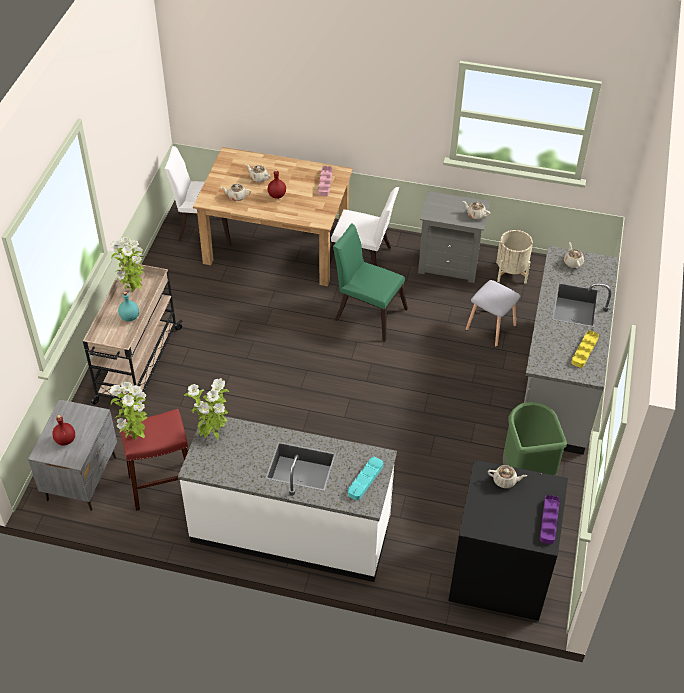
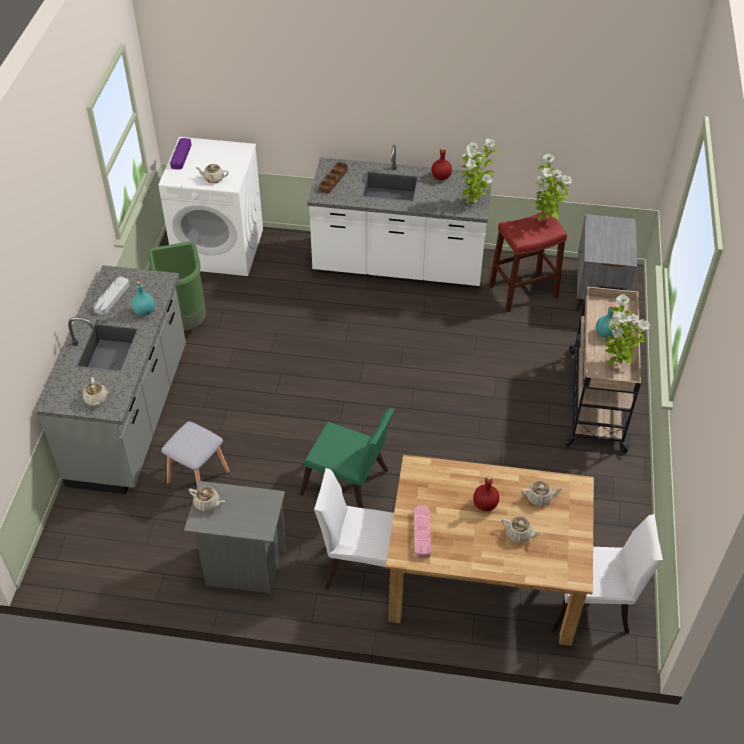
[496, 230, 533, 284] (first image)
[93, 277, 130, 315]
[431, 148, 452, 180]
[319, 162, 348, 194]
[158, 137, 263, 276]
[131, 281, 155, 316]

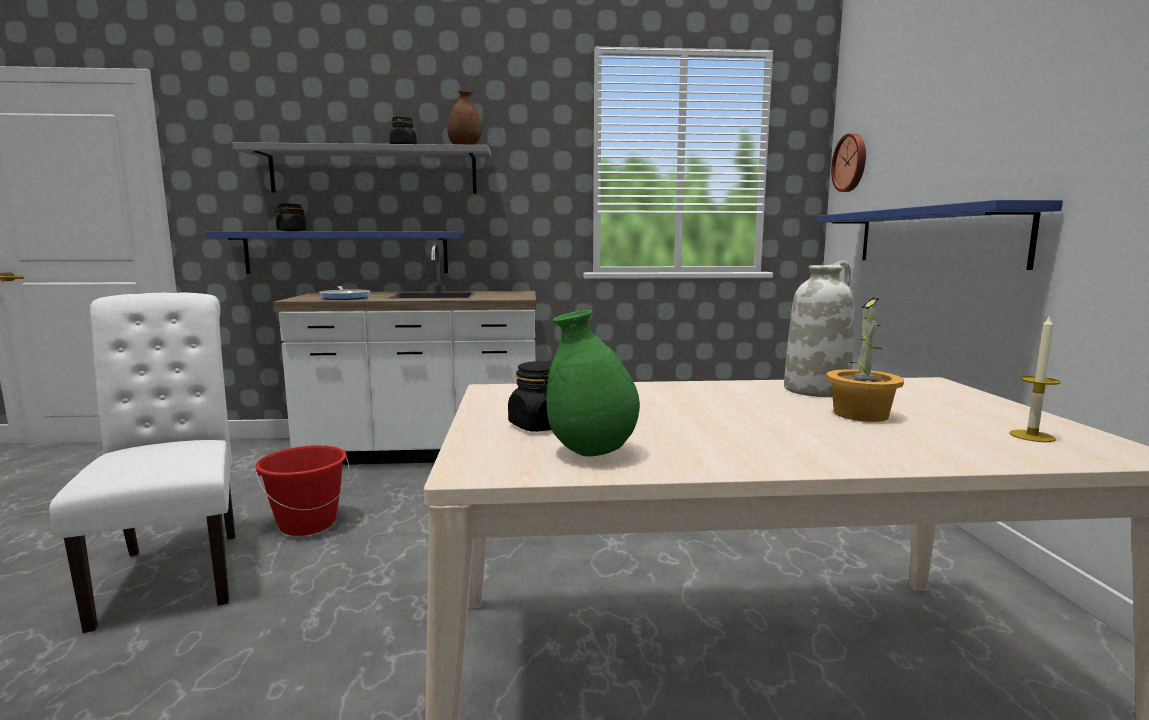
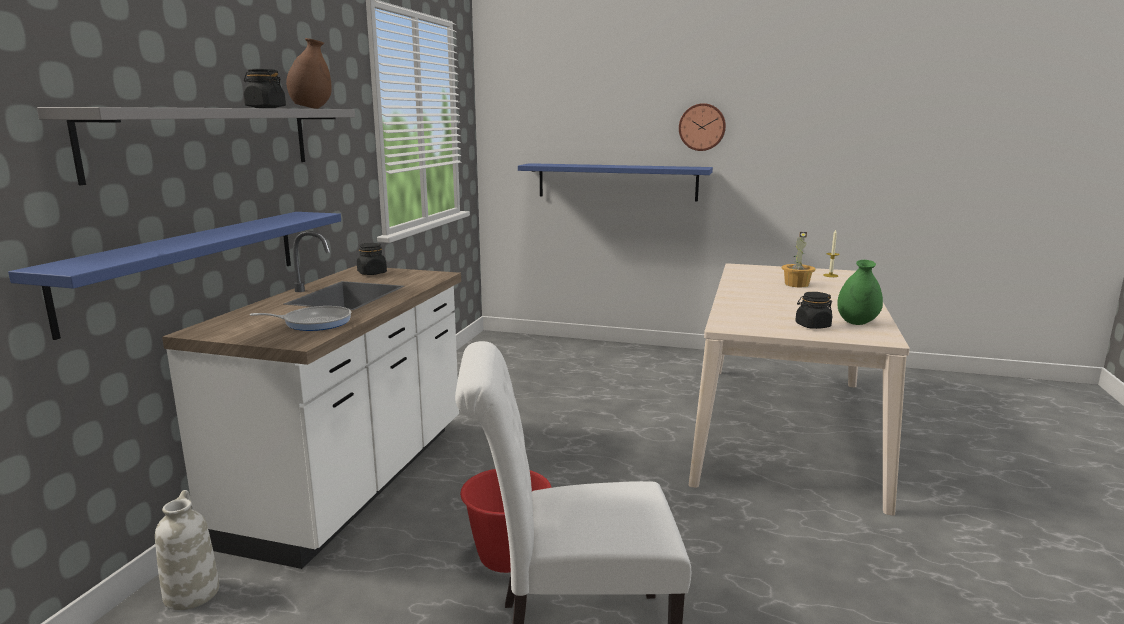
[679, 103, 726, 151]
[357, 243, 387, 275]
[155, 490, 219, 610]

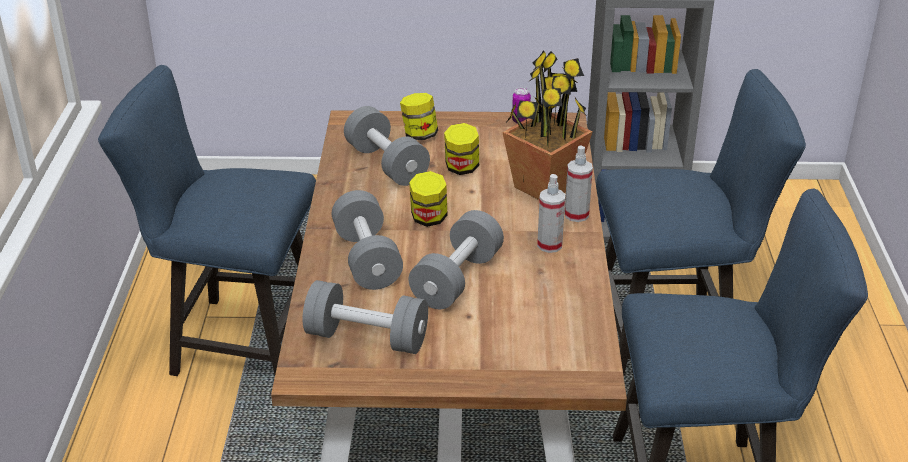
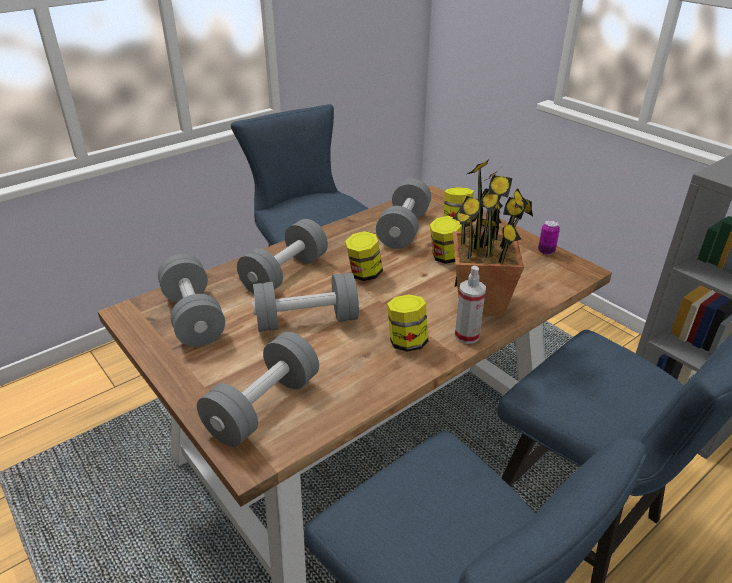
[387, 294, 429, 352]
[197, 332, 319, 447]

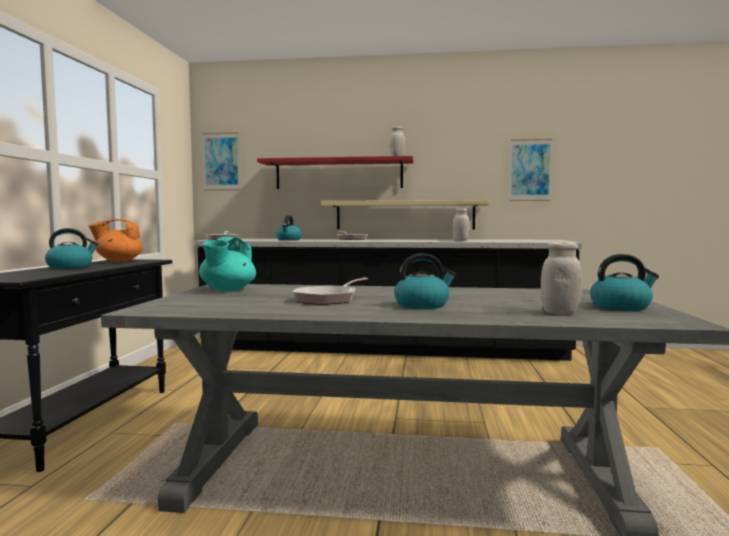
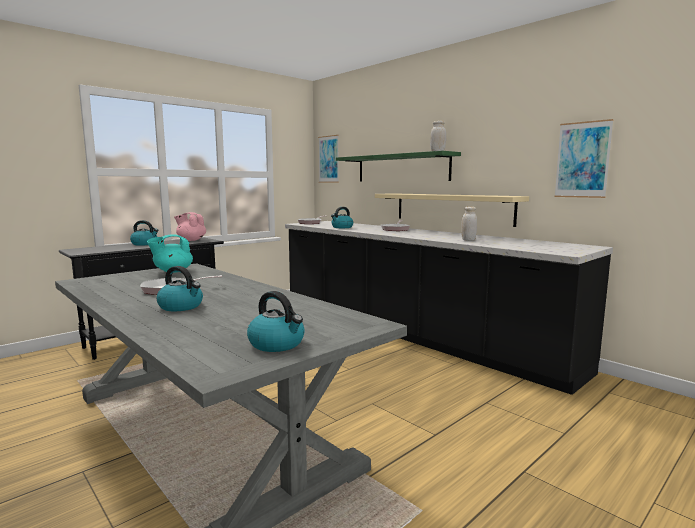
[336, 151, 461, 181]
[174, 212, 206, 241]
[541, 242, 582, 315] (first image)

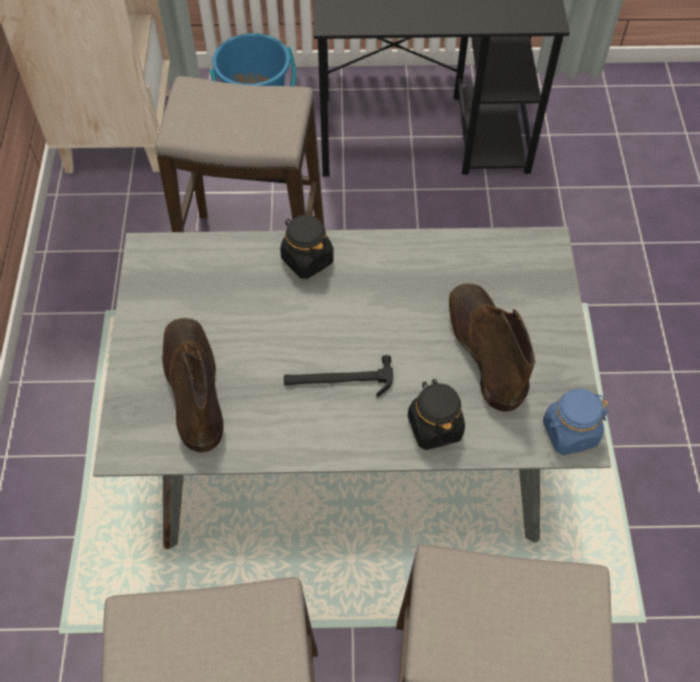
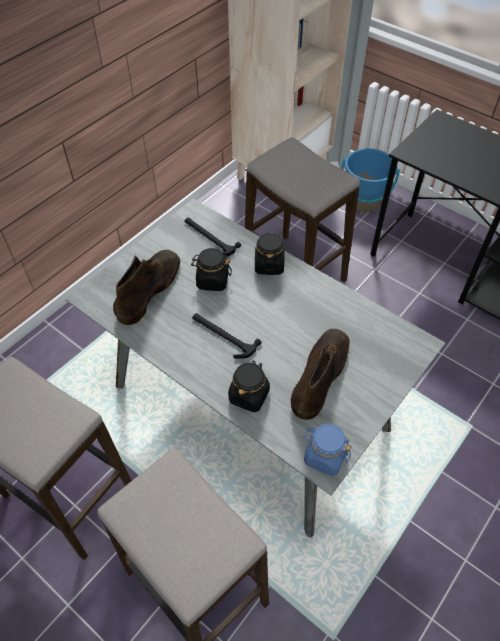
[184, 217, 241, 257]
[191, 248, 232, 291]

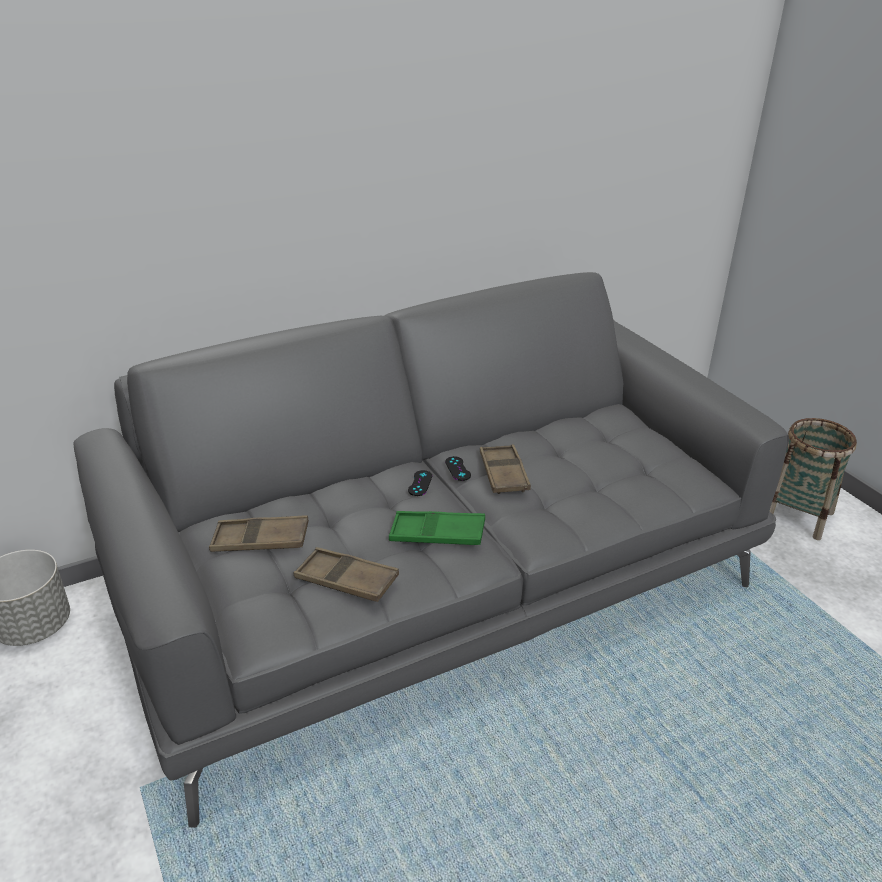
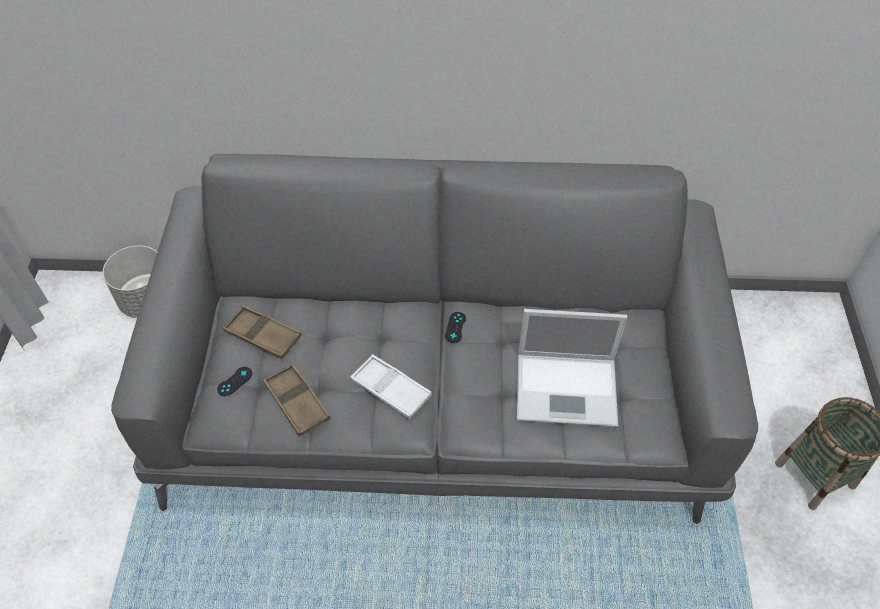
[480, 444, 531, 494] (first image)
[217, 367, 252, 396]
[350, 354, 432, 419]
[517, 309, 627, 427]

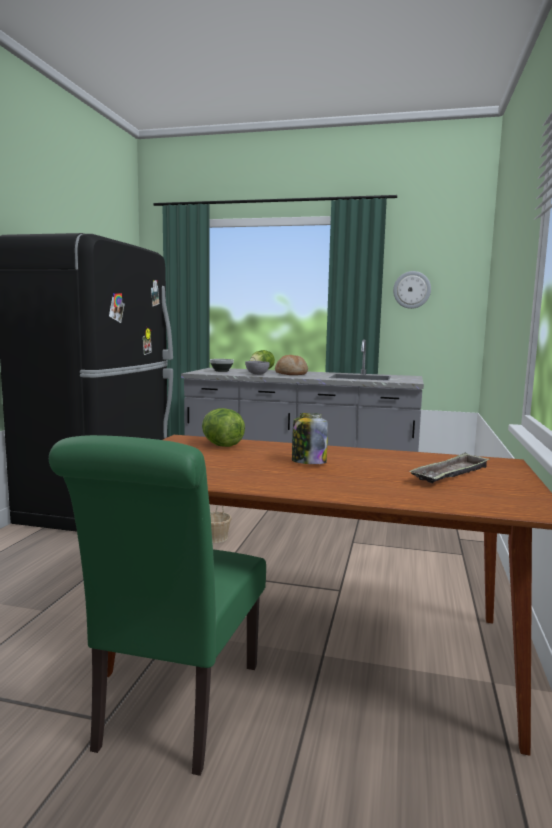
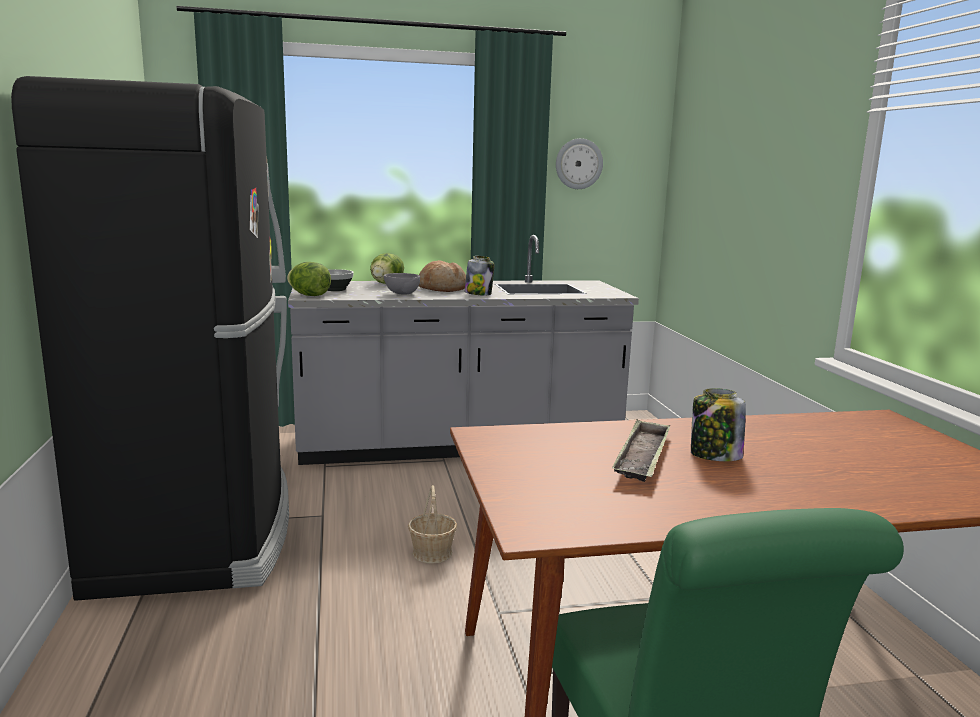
[287, 262, 331, 296]
[612, 419, 670, 482]
[465, 256, 495, 295]

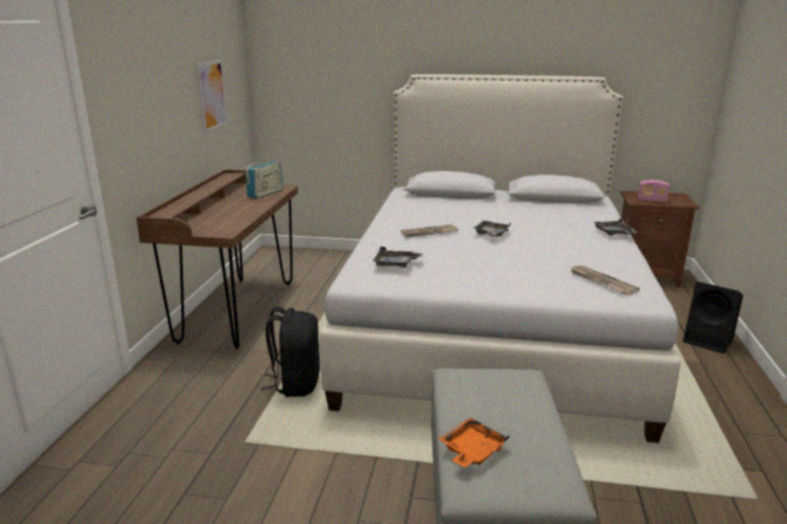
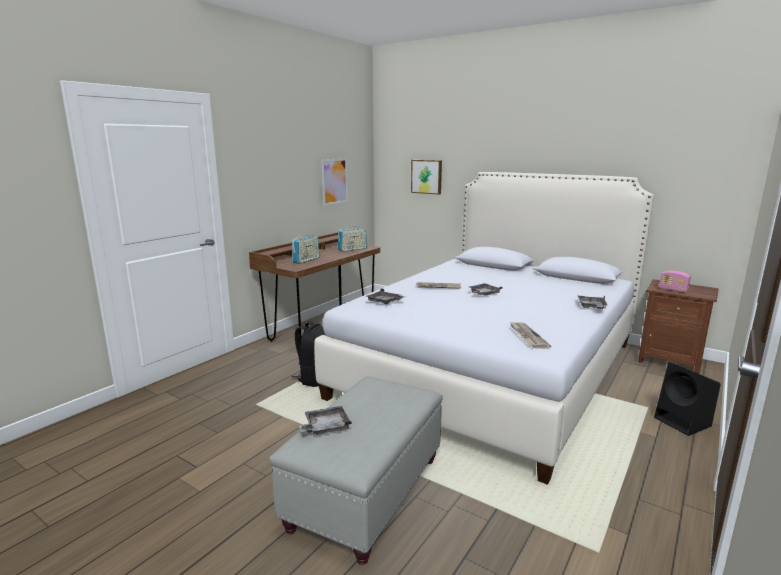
[298, 406, 352, 435]
[411, 160, 442, 195]
[292, 234, 320, 264]

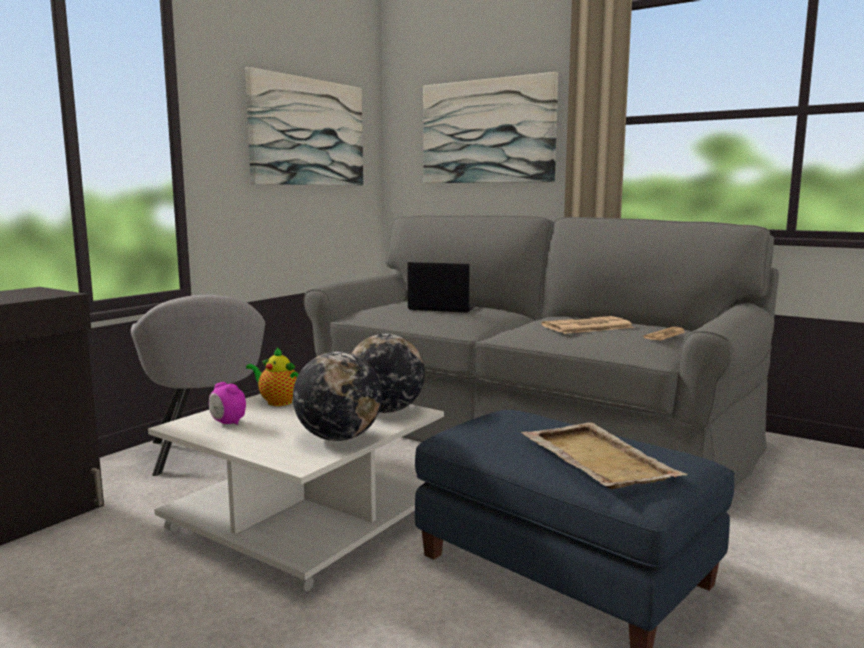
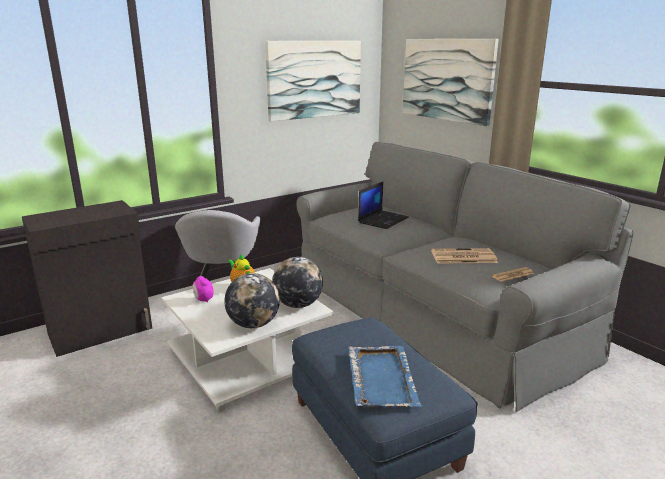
[358, 182, 409, 229]
[348, 346, 422, 407]

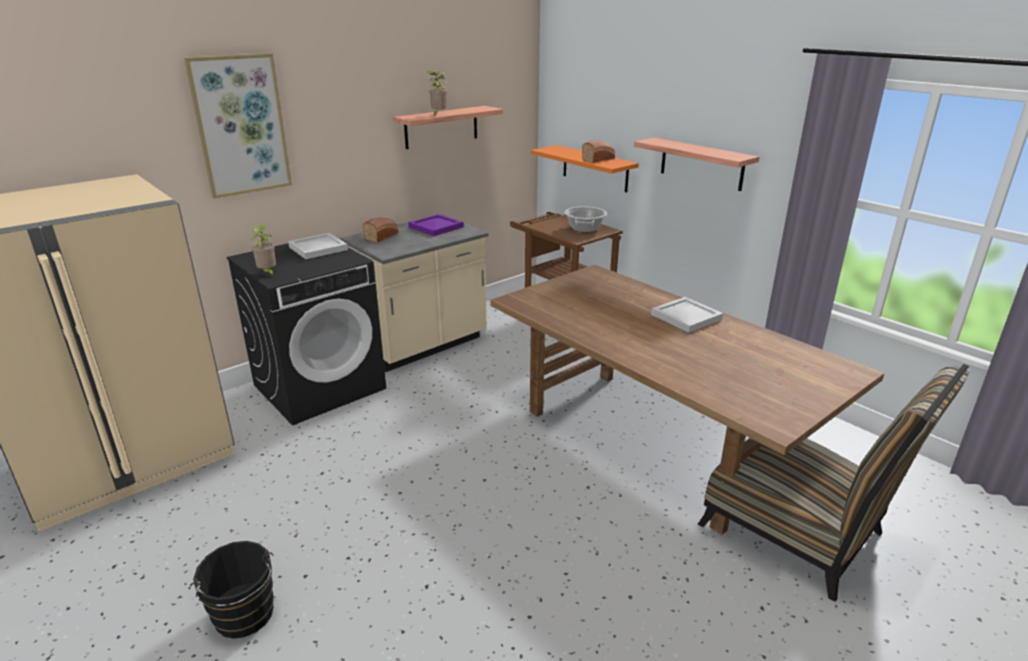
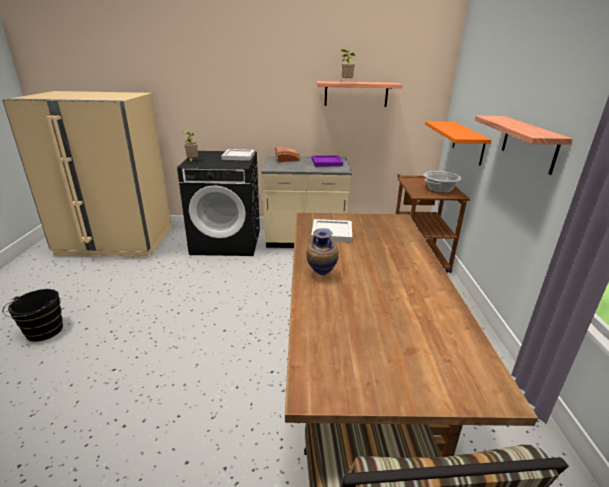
[184, 53, 292, 198] (first image)
[582, 141, 615, 163] (first image)
[311, 219, 352, 243]
[306, 228, 339, 275]

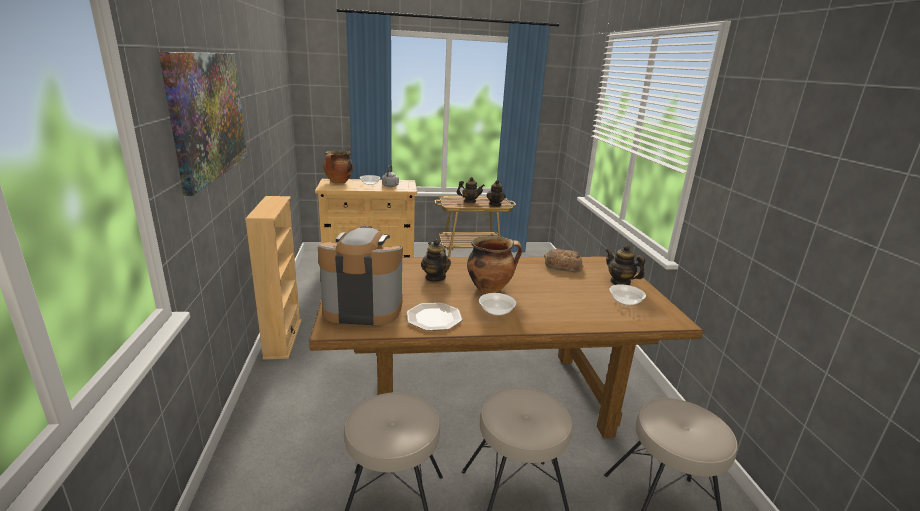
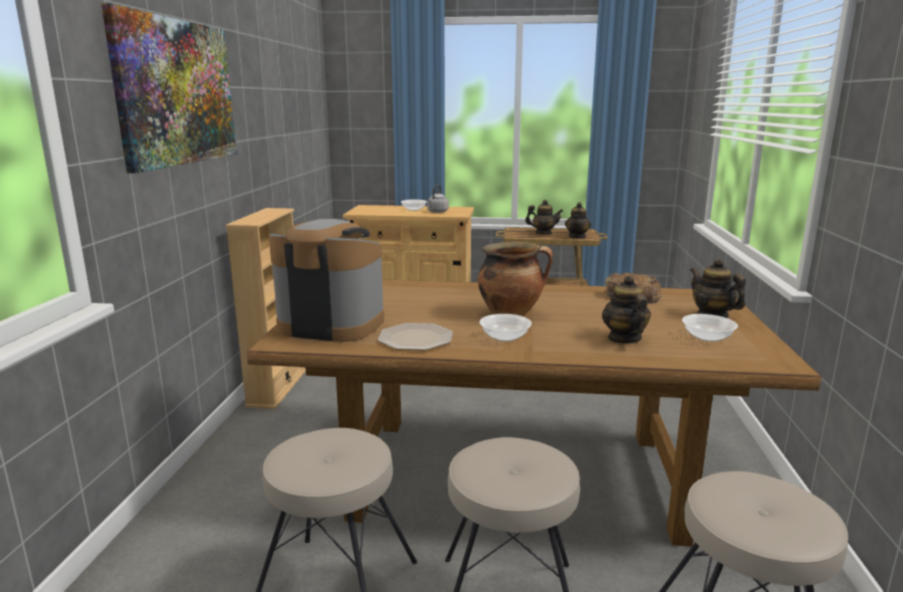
[323, 150, 353, 184] (first image)
[602, 275, 651, 344]

